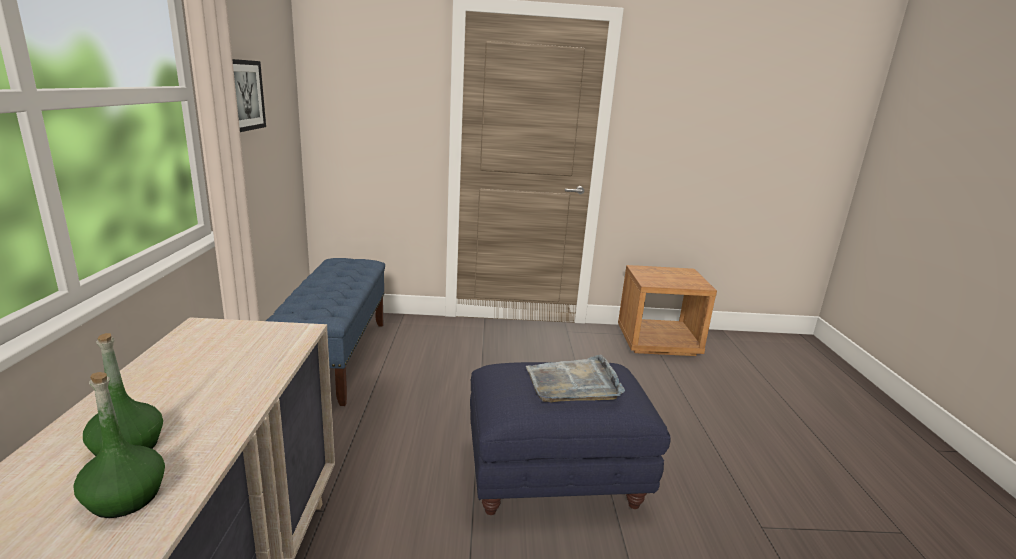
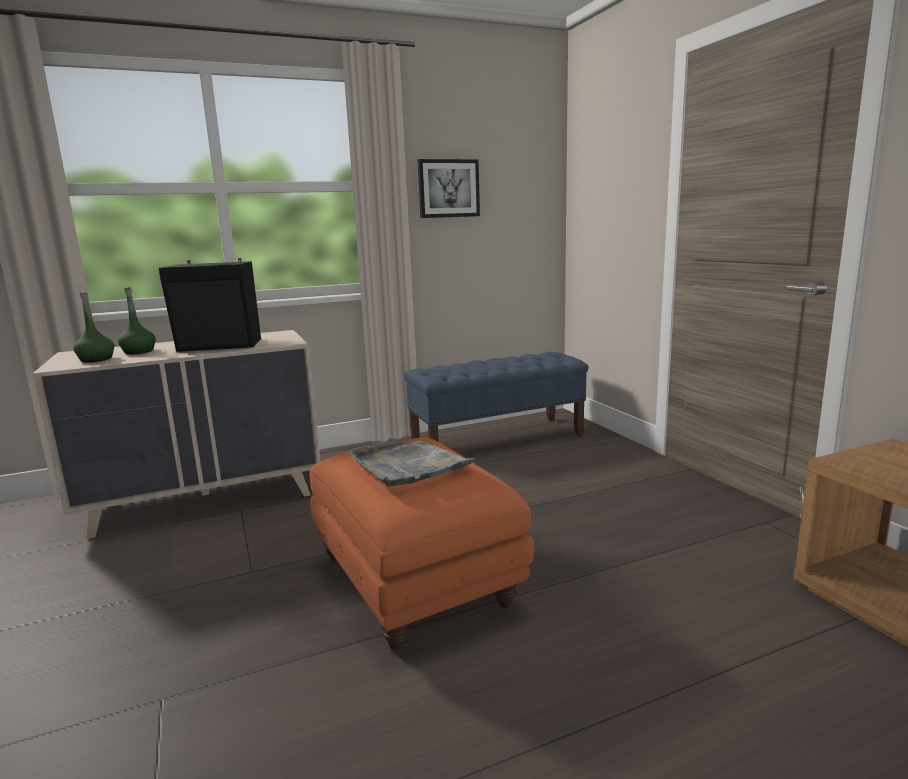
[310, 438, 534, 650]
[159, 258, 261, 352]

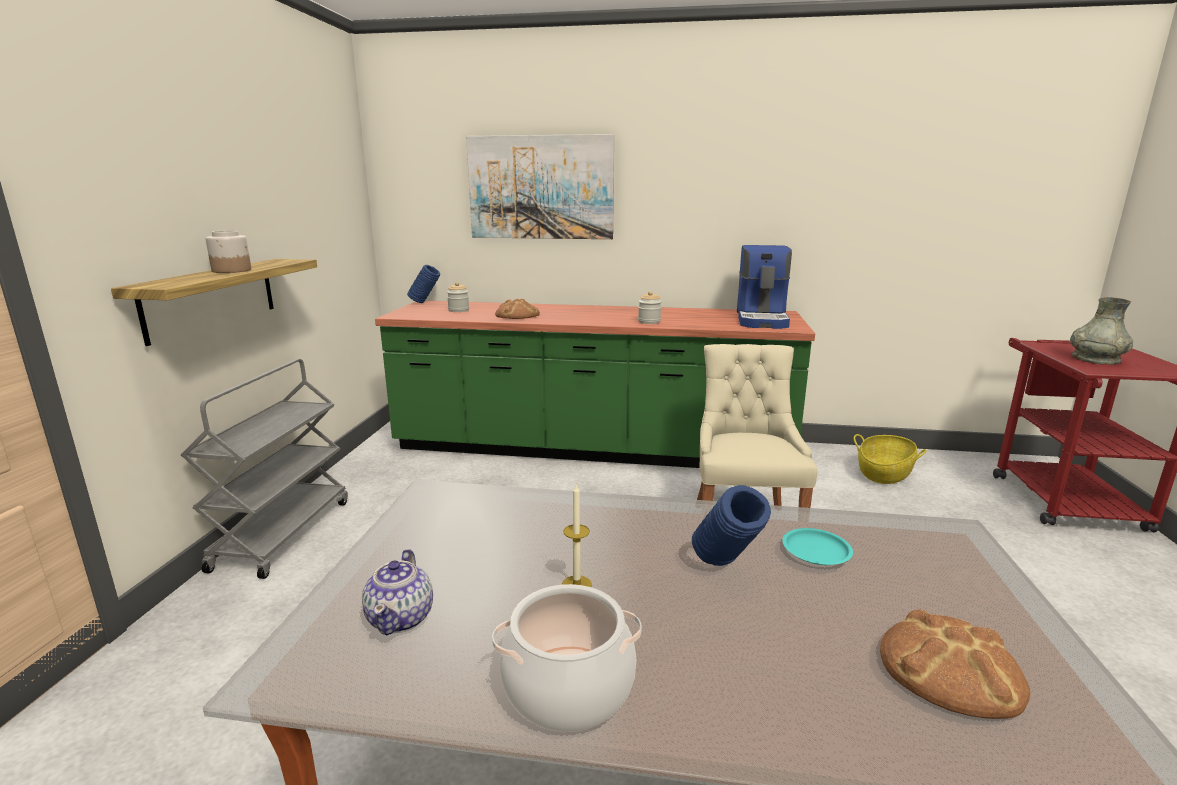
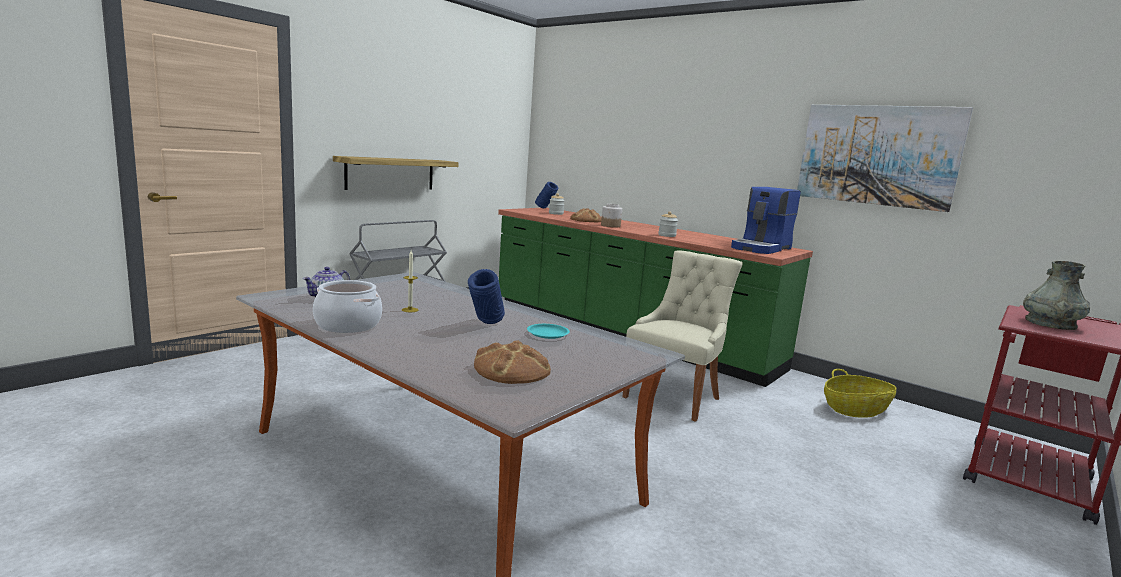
[797, 105, 973, 212]
[601, 204, 622, 227]

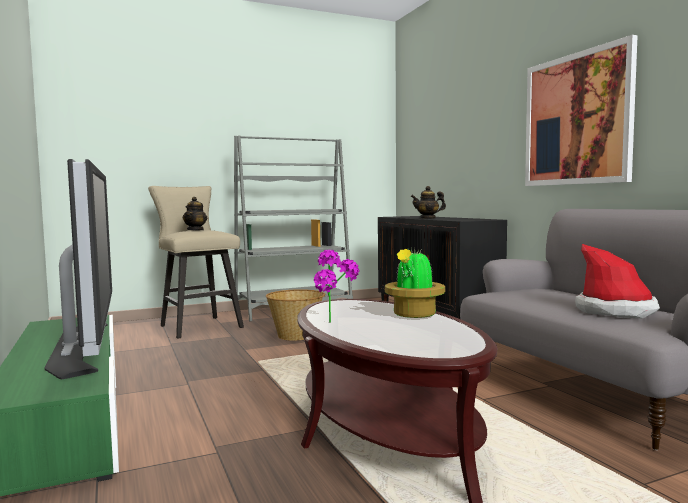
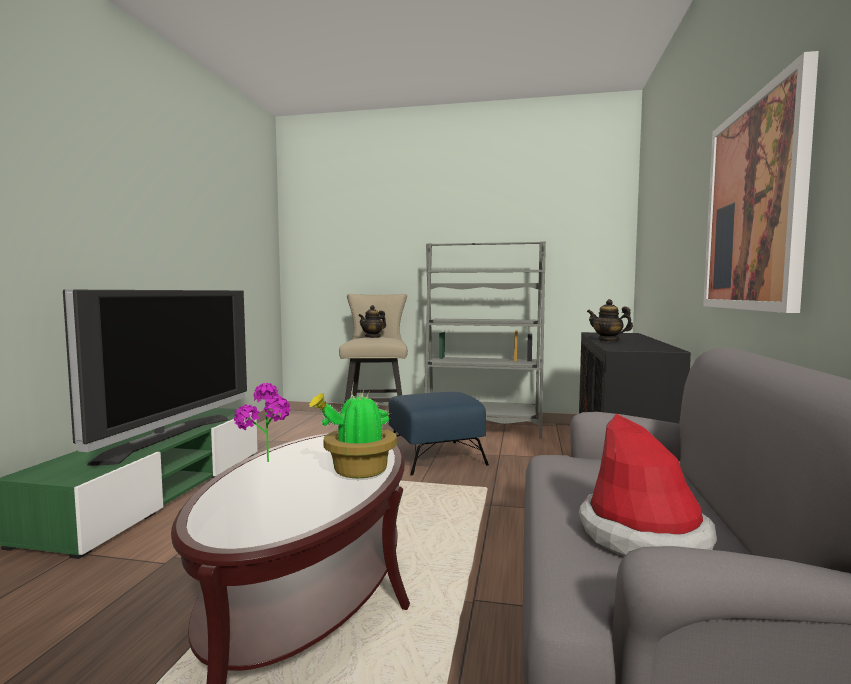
[389, 392, 489, 476]

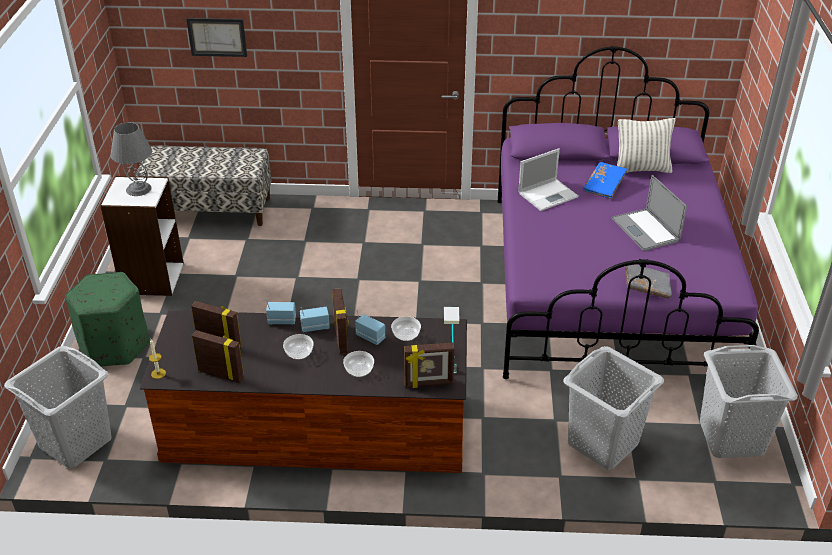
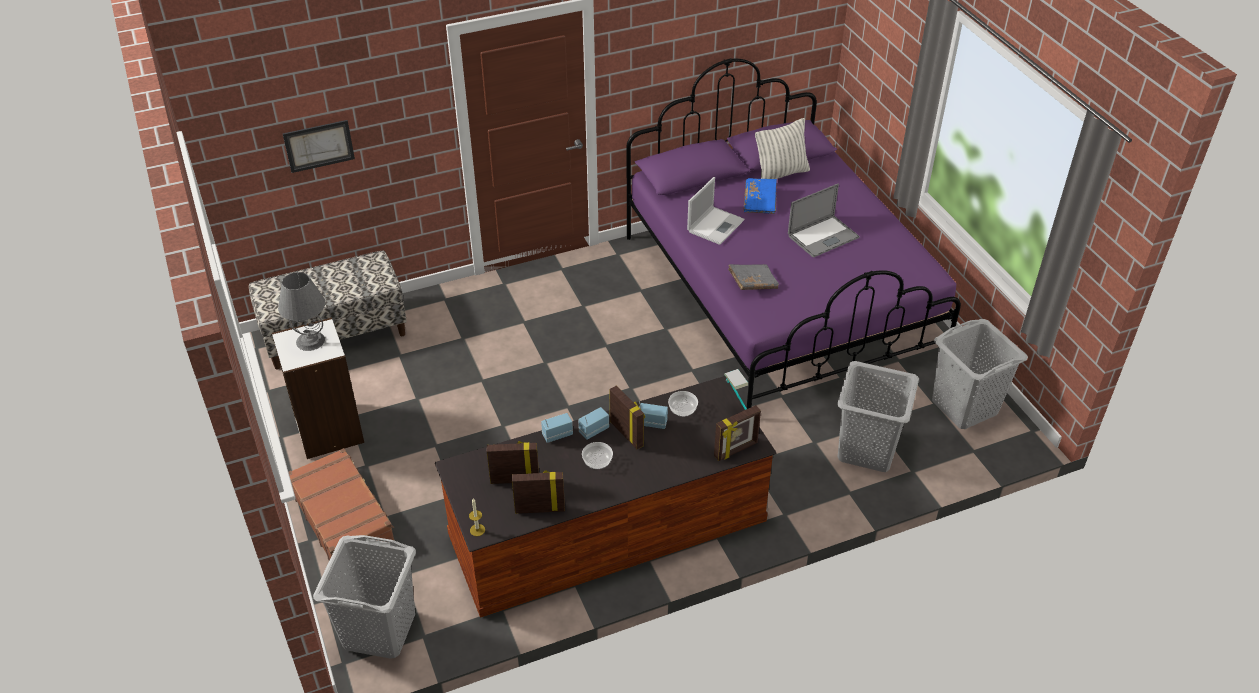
[788, 184, 860, 258]
[728, 264, 779, 290]
[289, 448, 395, 560]
[343, 351, 374, 377] (first image)

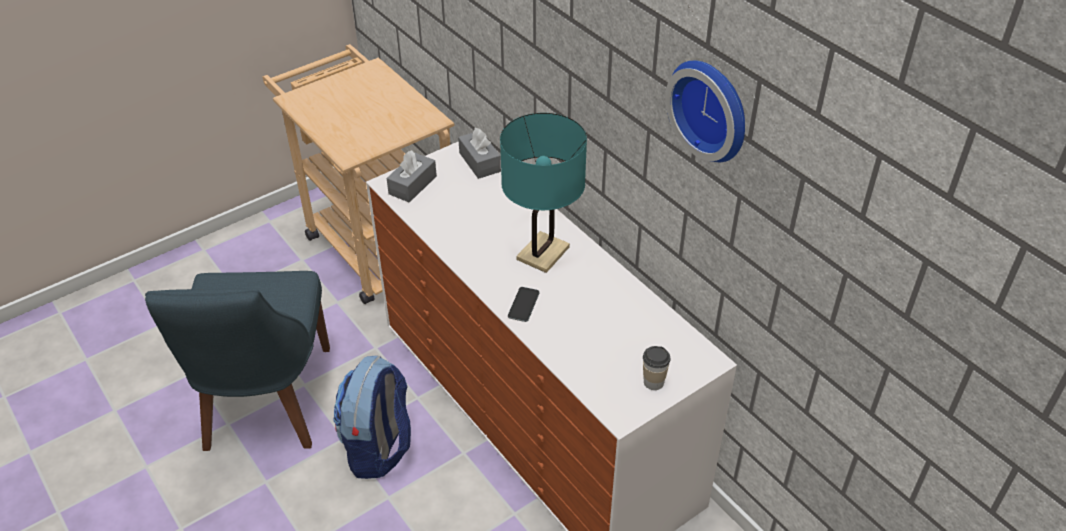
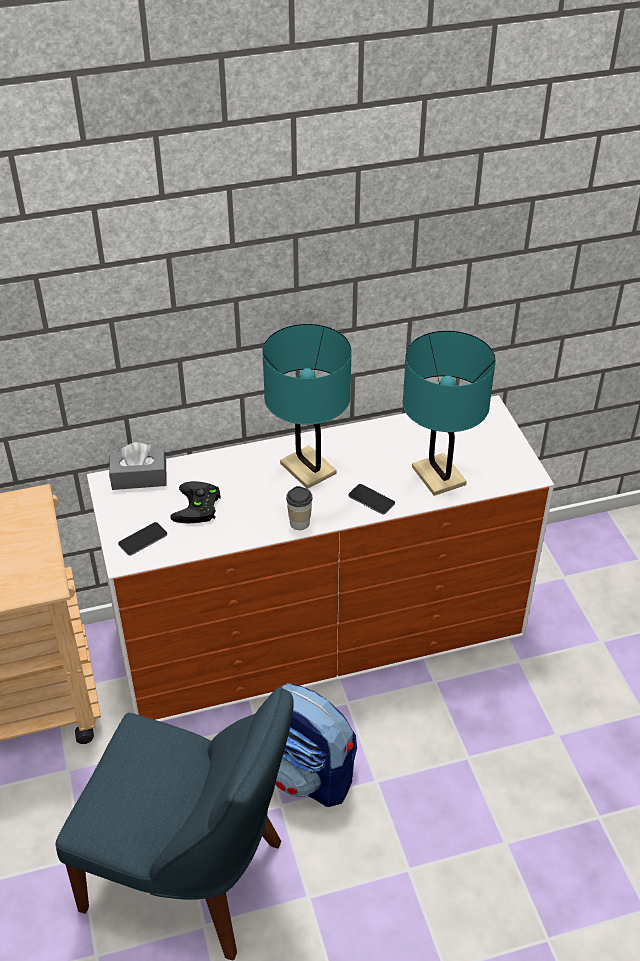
[665, 61, 745, 162] (first image)
[118, 522, 167, 555]
[286, 486, 313, 530]
[402, 331, 496, 496]
[170, 481, 221, 523]

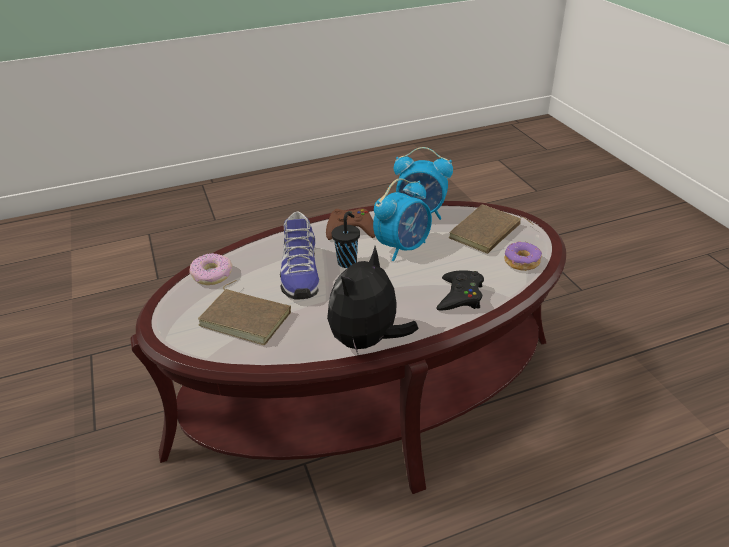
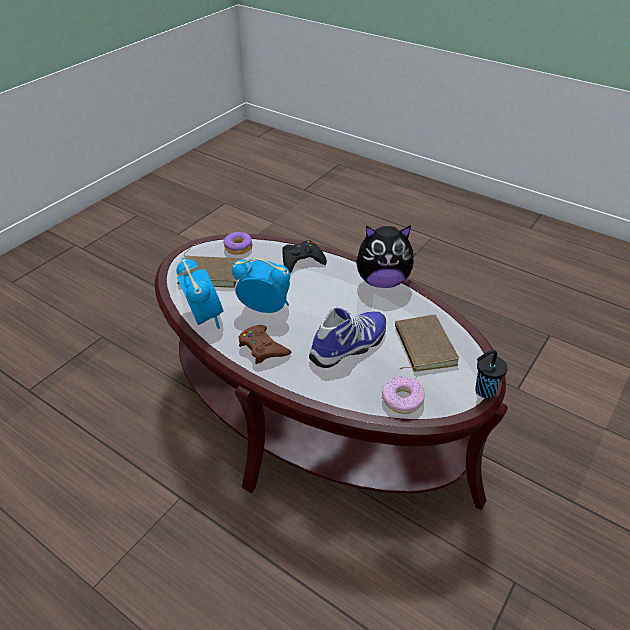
[475, 350, 508, 398]

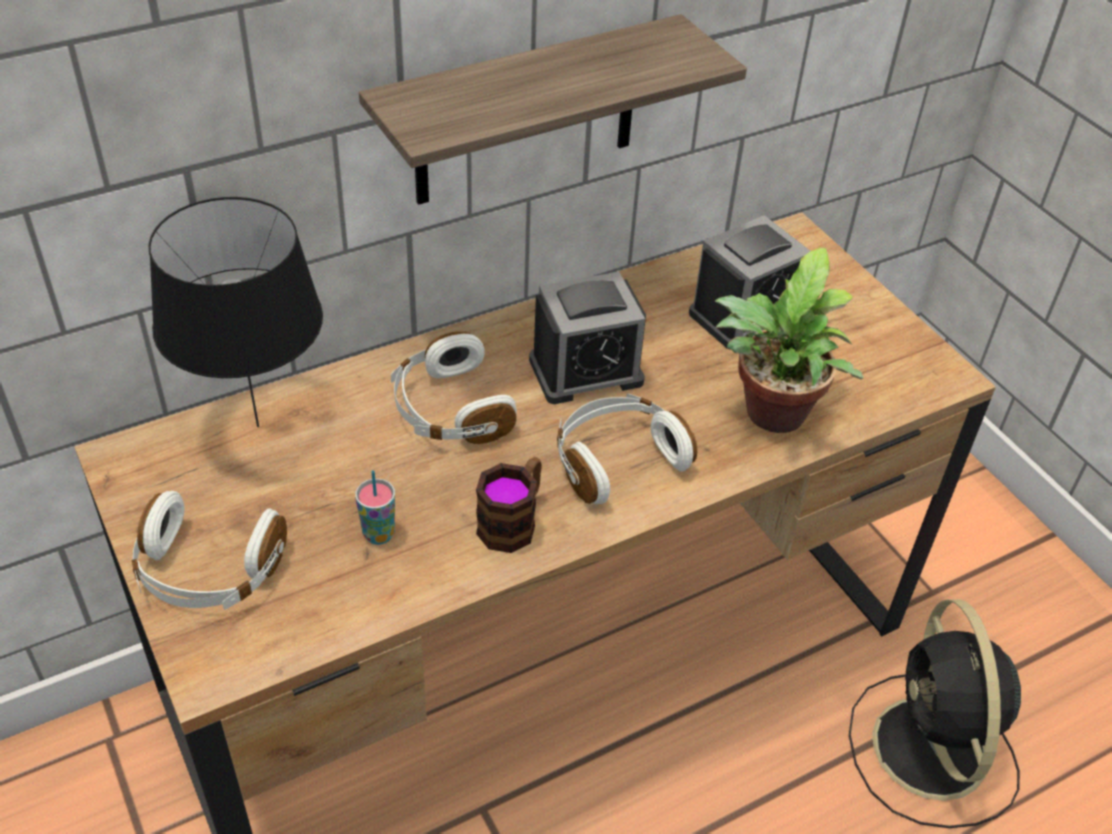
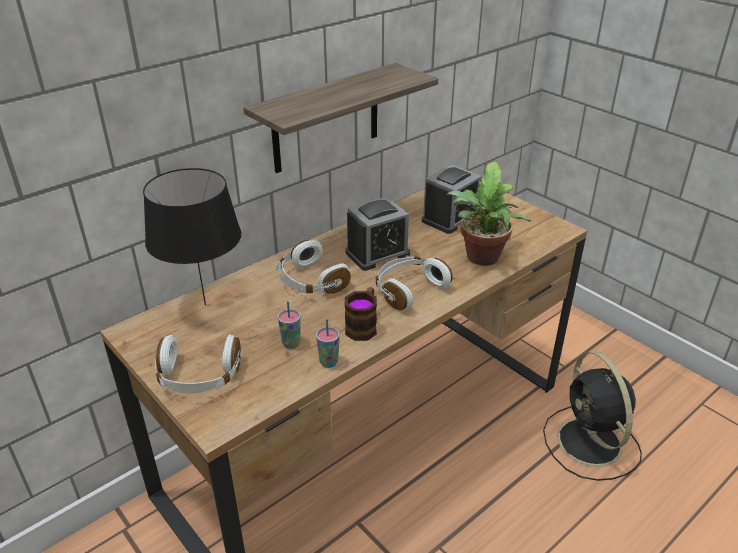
[316, 319, 339, 368]

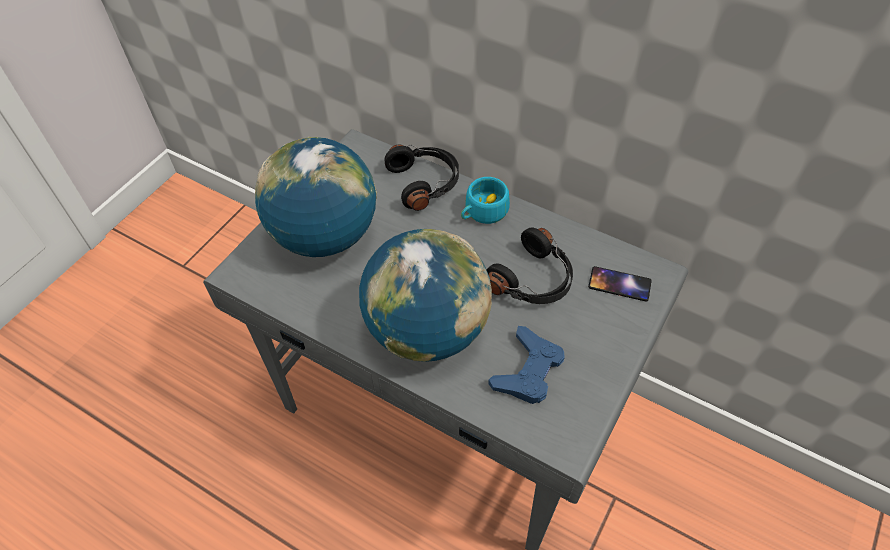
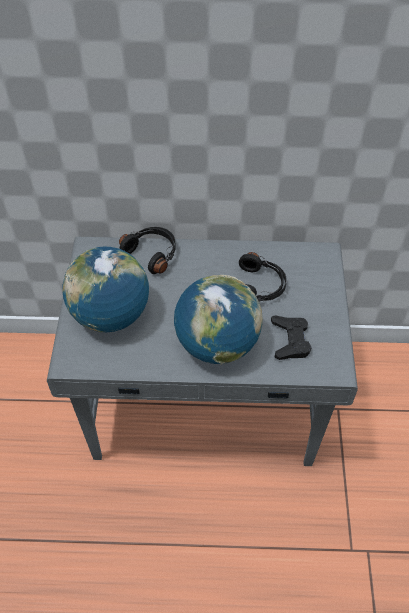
[461, 177, 510, 224] (first image)
[588, 266, 652, 301] (first image)
[271, 315, 312, 360]

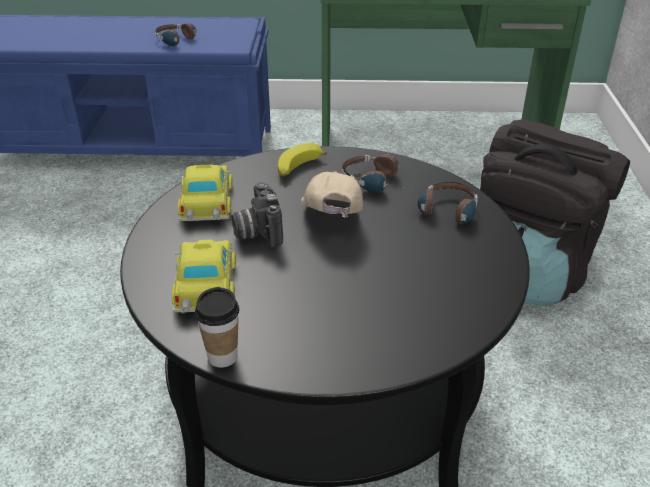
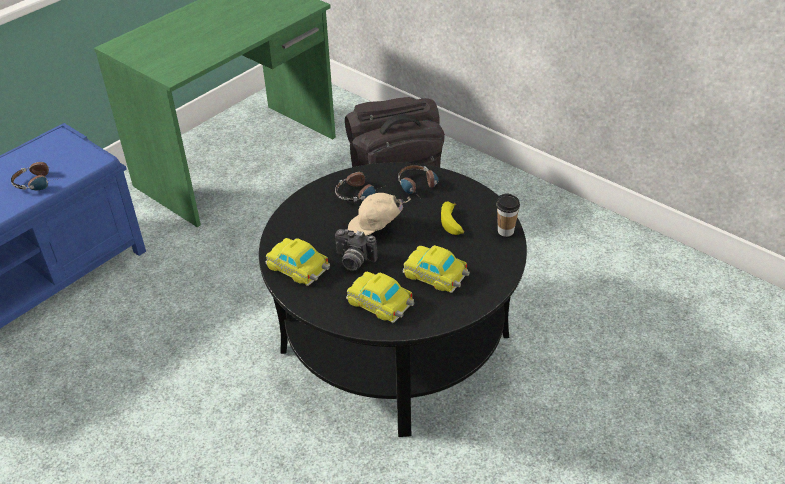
[441, 201, 464, 235]
[348, 193, 411, 236]
[497, 193, 520, 237]
[403, 245, 470, 293]

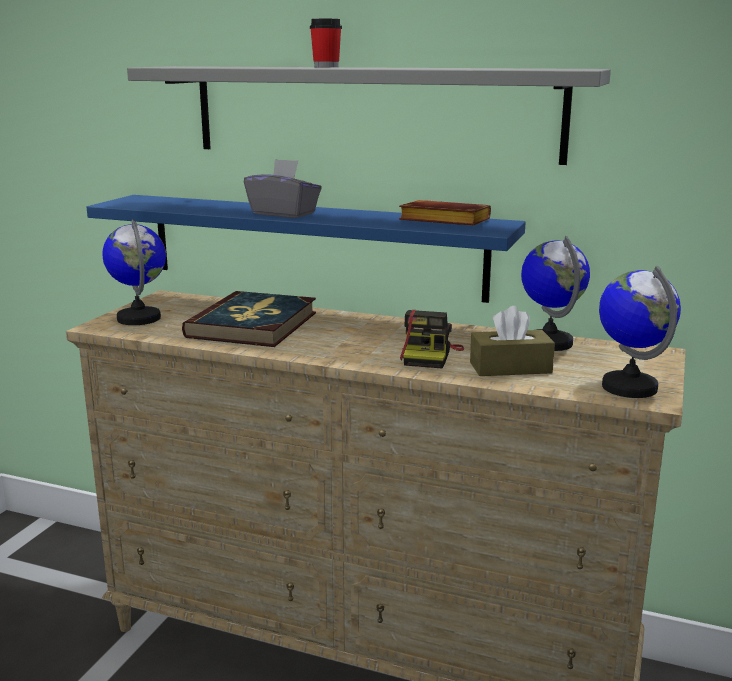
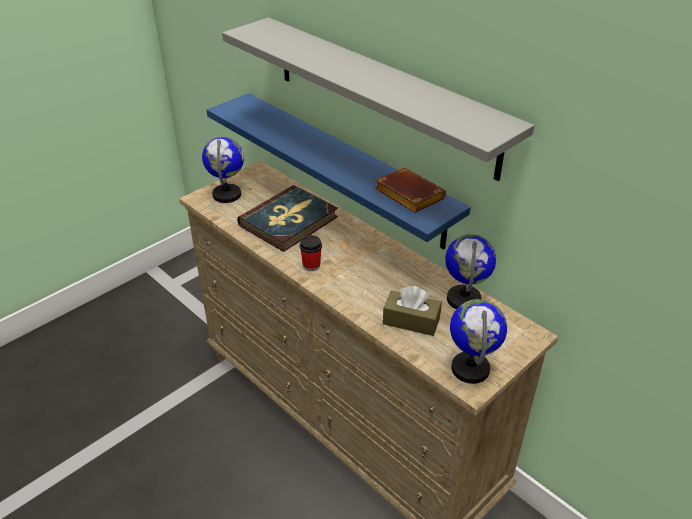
[299, 235, 322, 271]
[244, 159, 322, 218] (first image)
[400, 310, 464, 368] (first image)

